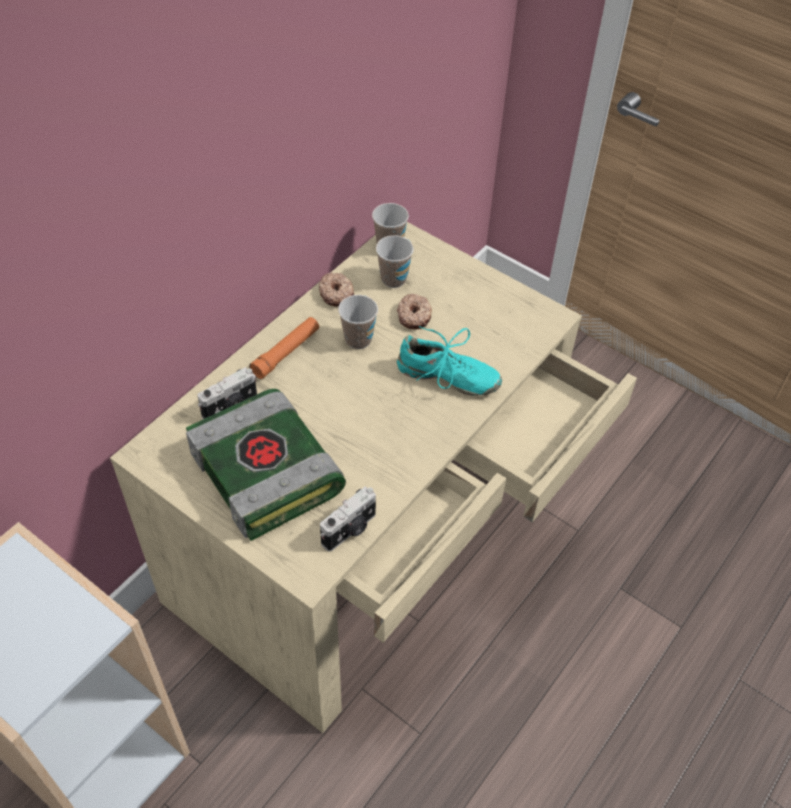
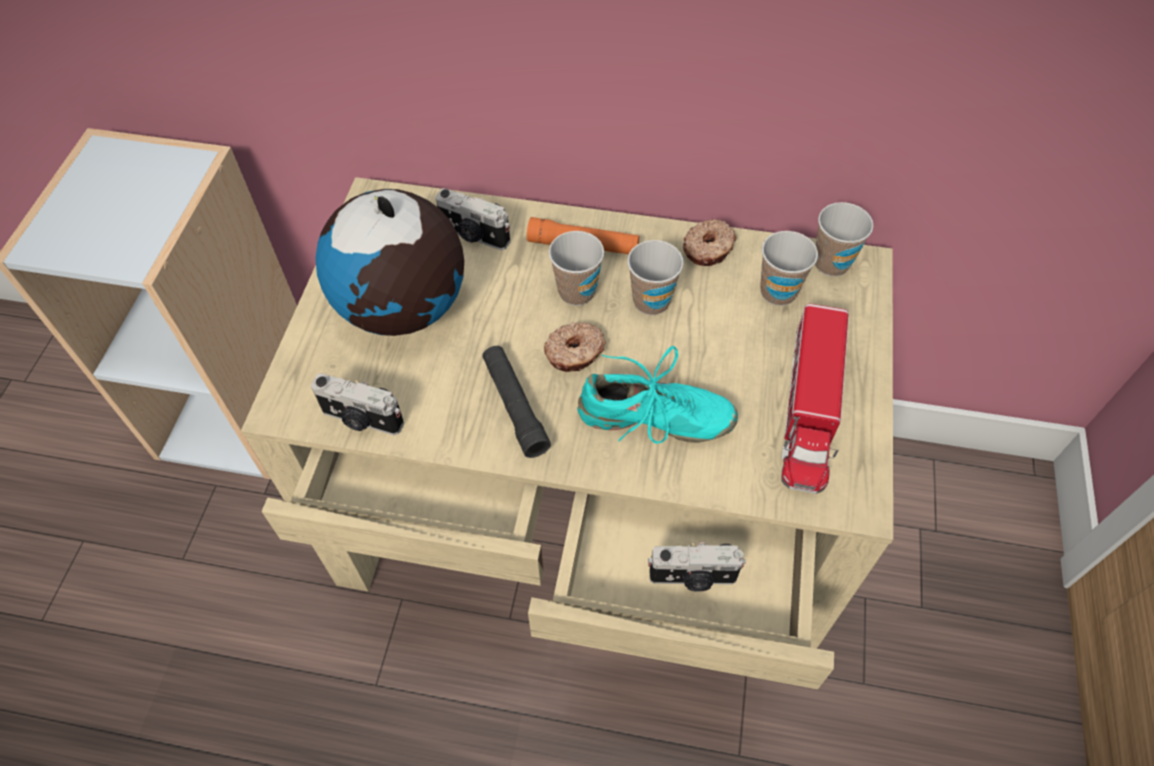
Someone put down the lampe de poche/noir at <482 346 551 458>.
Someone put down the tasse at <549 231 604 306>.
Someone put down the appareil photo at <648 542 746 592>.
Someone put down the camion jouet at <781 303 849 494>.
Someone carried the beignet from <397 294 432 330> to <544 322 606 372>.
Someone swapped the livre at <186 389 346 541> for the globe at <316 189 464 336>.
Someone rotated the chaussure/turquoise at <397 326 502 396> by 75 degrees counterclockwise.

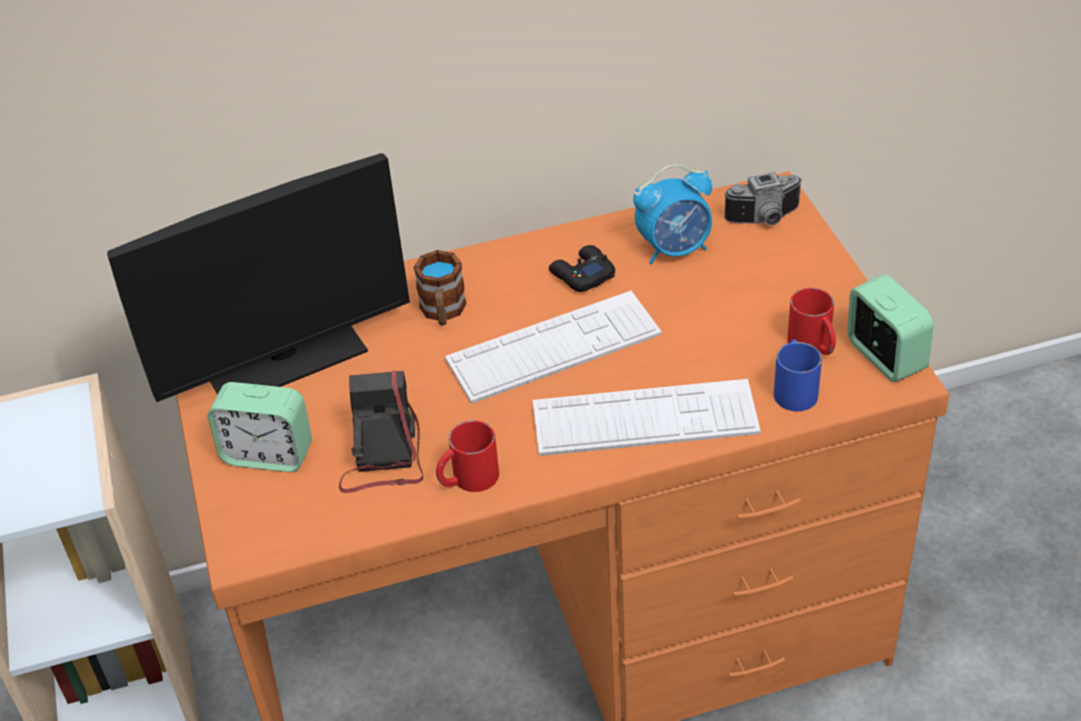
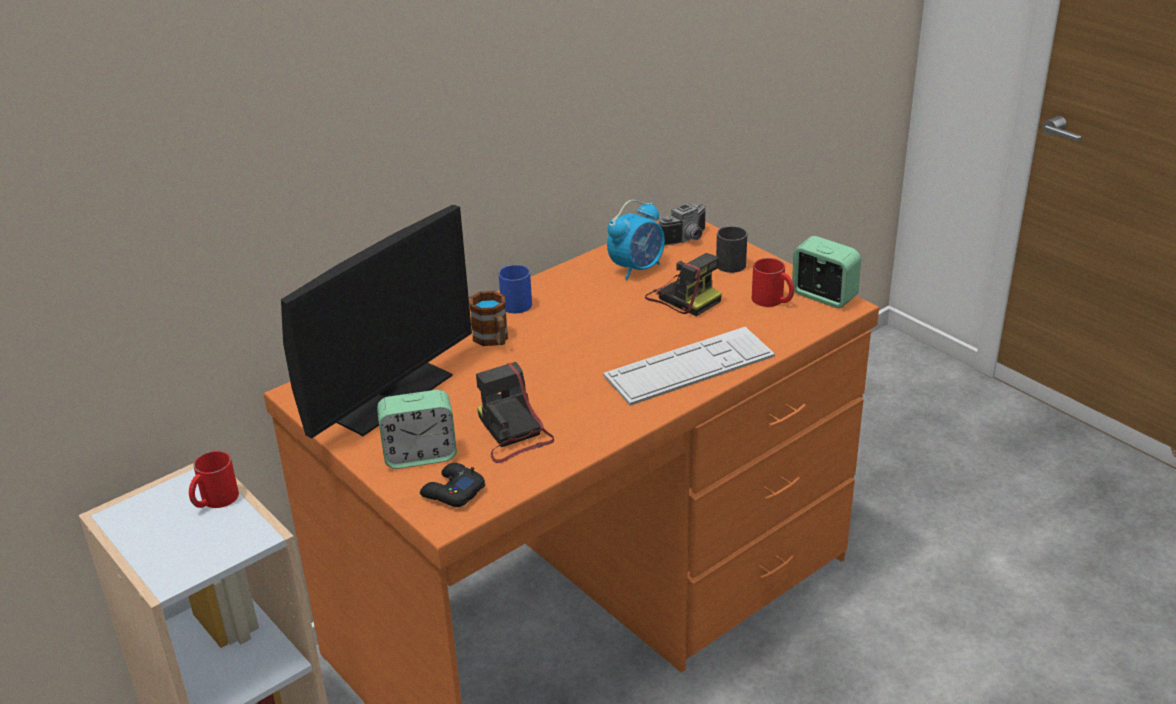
Someone took away the clavier at <445 291 662 404>.
Someone put down the appareil photo at <645 253 722 316>.
Someone put down the mug/noir at <716 226 747 273>.
Someone carried the mug/rouge from <436 420 499 492> to <189 451 239 508>.
Someone carried the manette/noir from <549 245 615 292> to <420 463 485 507>.
Someone carried the mug/bleu from <774 339 822 411> to <498 265 532 313>.

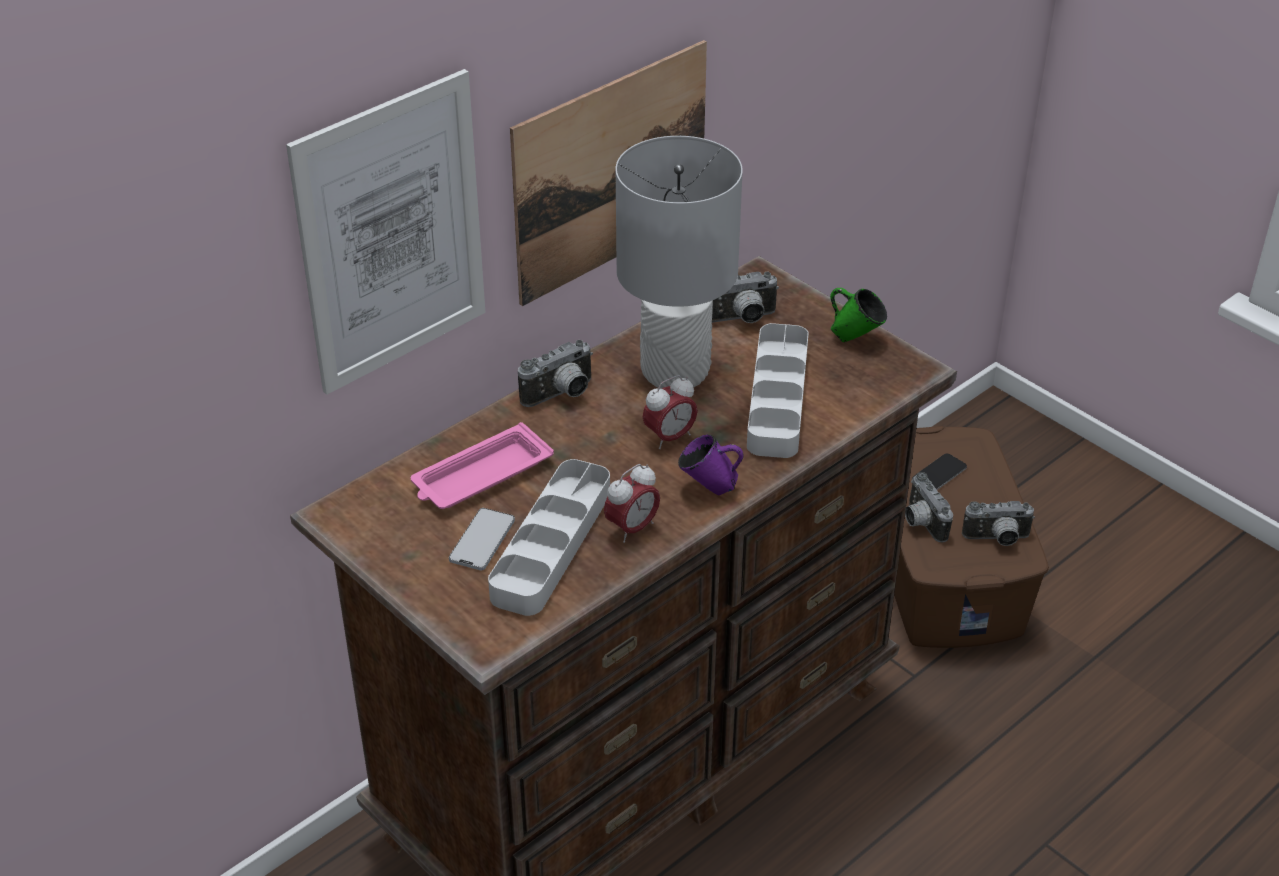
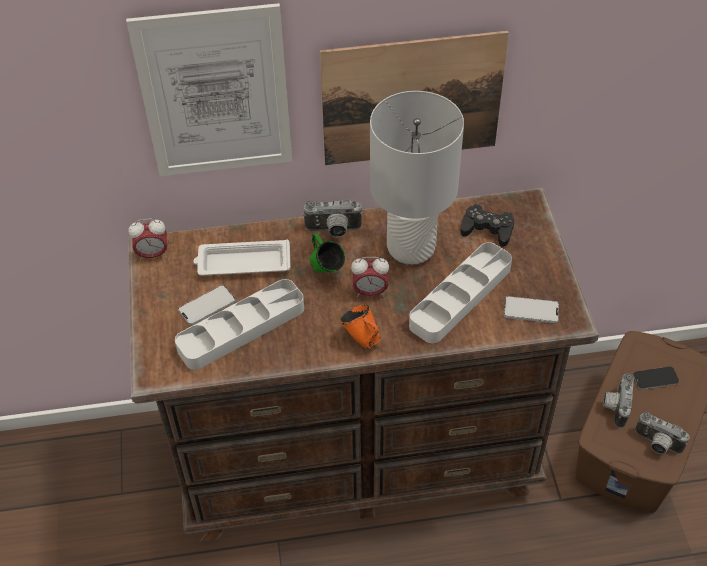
Someone put down the téléphone at <504 296 559 323>.
Someone carried the réveil from <604 464 660 543> to <128 218 167 261>.
Someone carried the mug/vert from <830 288 887 342> to <309 233 345 272>.
Someone swapped the appareil photo at <712 272 779 323> for the manette/noir at <461 204 514 247>.
Someone repainted the plateau/rose at <410 422 554 509>, which became the plateau/blanc at <193 239 291 276>.
Someone repainted the mug/violet at <678 434 743 496>, which became the mug/orange at <340 304 381 349>.

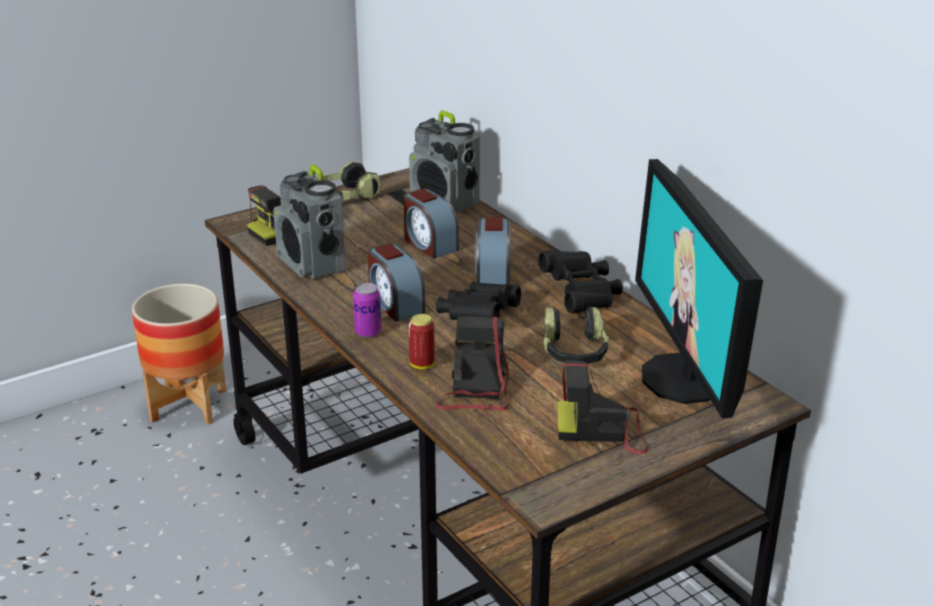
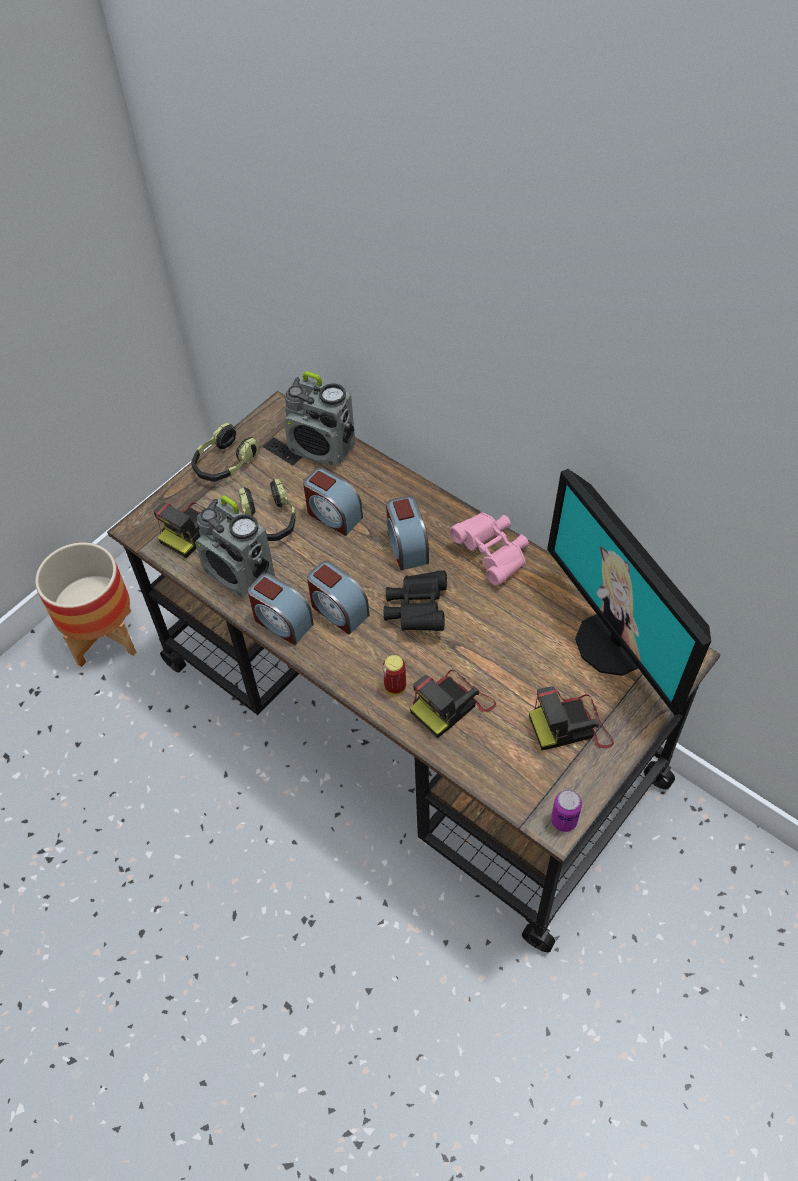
Someone put down the réveil at <248 573 314 645>.
Someone carried the boîte métallique from <353 283 382 338> to <551 789 582 832>.
Someone carried the casque audio from <544 307 609 364> to <239 479 296 541>.
Someone repainted the jumelles/noir at <538 250 623 313>, which became the jumelles/rose at <450 512 529 586>.
Someone rotated the appareil photo at <436 316 509 410> by 120 degrees counterclockwise.

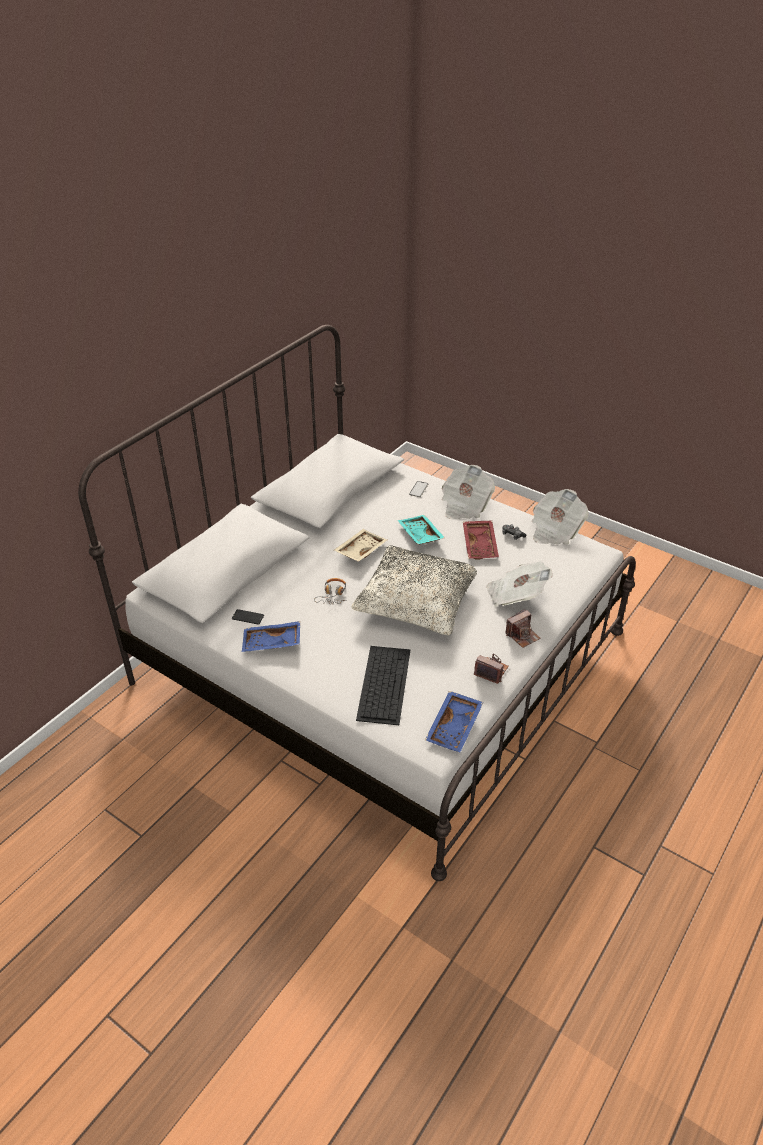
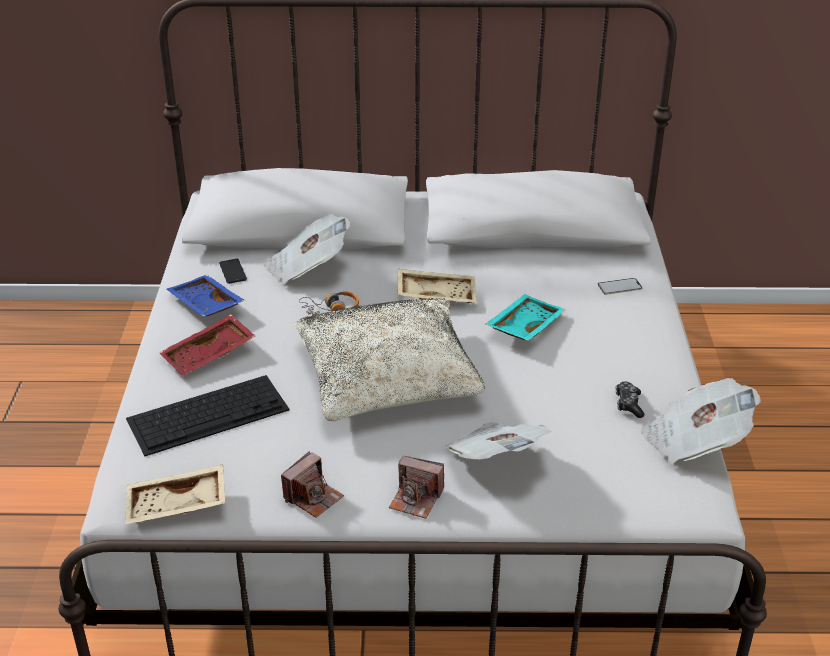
Someone carried the journal from <442 465 495 520> to <264 214 351 284>.
Someone carried the plateau/rouge from <463 520 499 559> to <159 314 255 376>.
Someone repainted the plateau/bleu at <425 691 484 752>, which became the plateau/beige at <125 464 225 524>.
Someone rotated the appareil photo at <474 654 509 684> by 45 degrees clockwise.

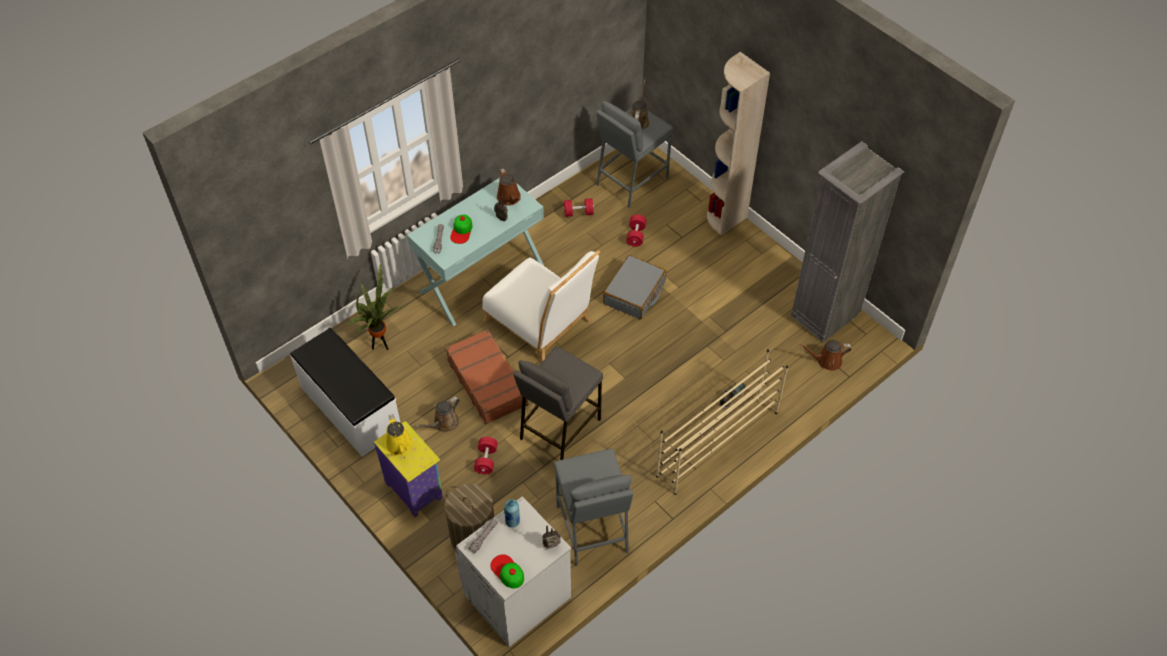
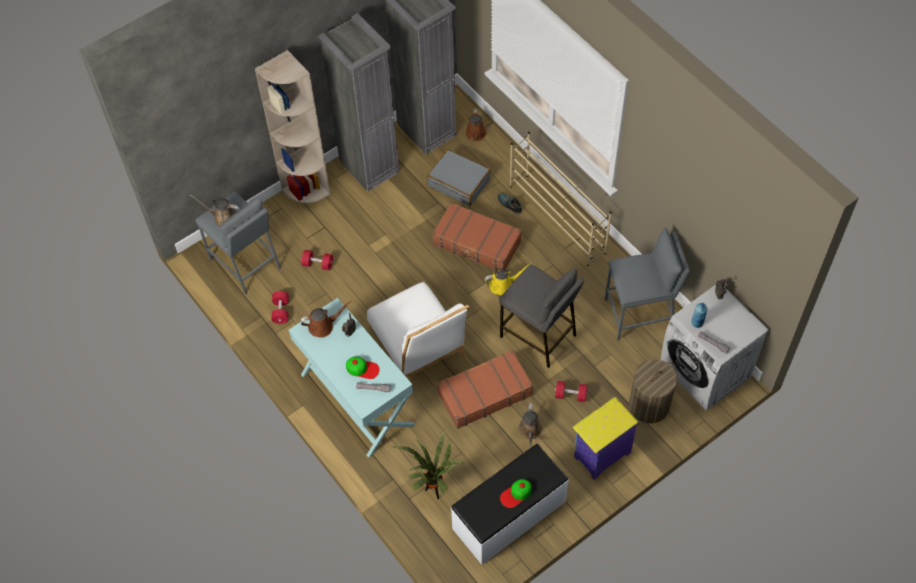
Someone put down the meuble de rangement/gris at <317 13 399 192>.
Someone put down the valise/marron at <432 202 522 271>.
Someone carried the arrosoir/jaune from <385 414 413 459> to <484 263 532 295>.
Someone carried the casquette from <490 554 524 588> to <500 479 532 508>.
Someone carried the valise/gris from <603 255 666 319> to <427 149 491 206>.
Someone rotated the arrosoir/marron at <415 396 460 432> by 45 degrees clockwise.
Someone rotated the chaise/blanc at <482 250 600 363> by 105 degrees clockwise.

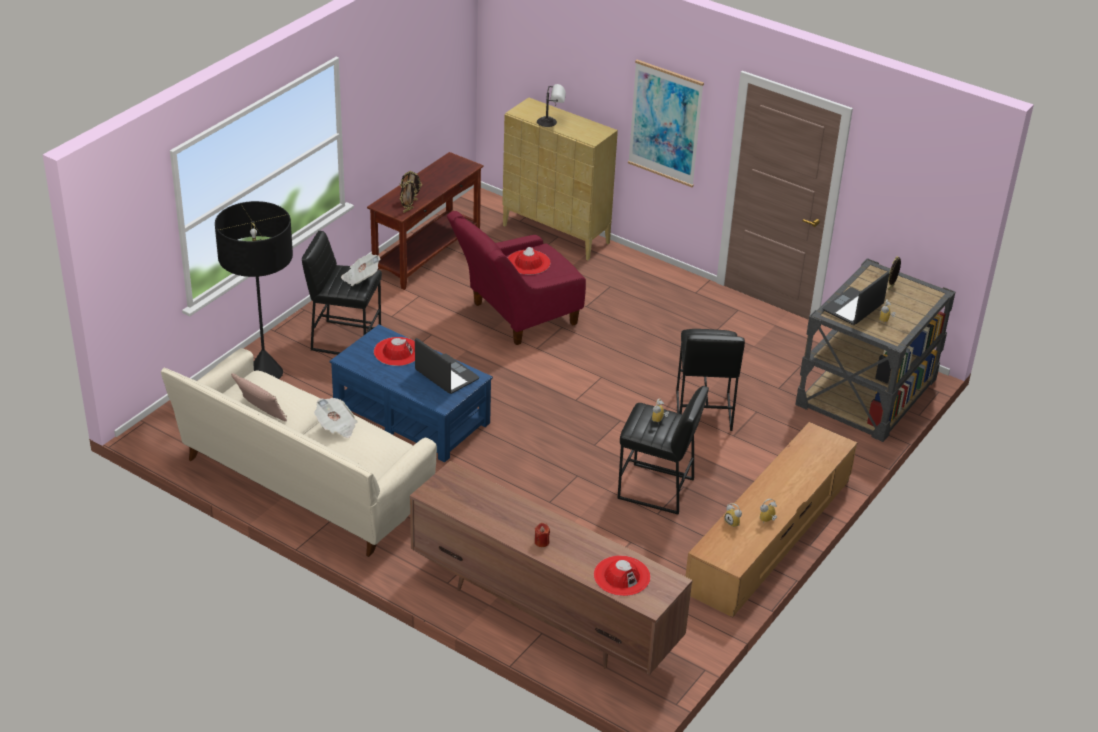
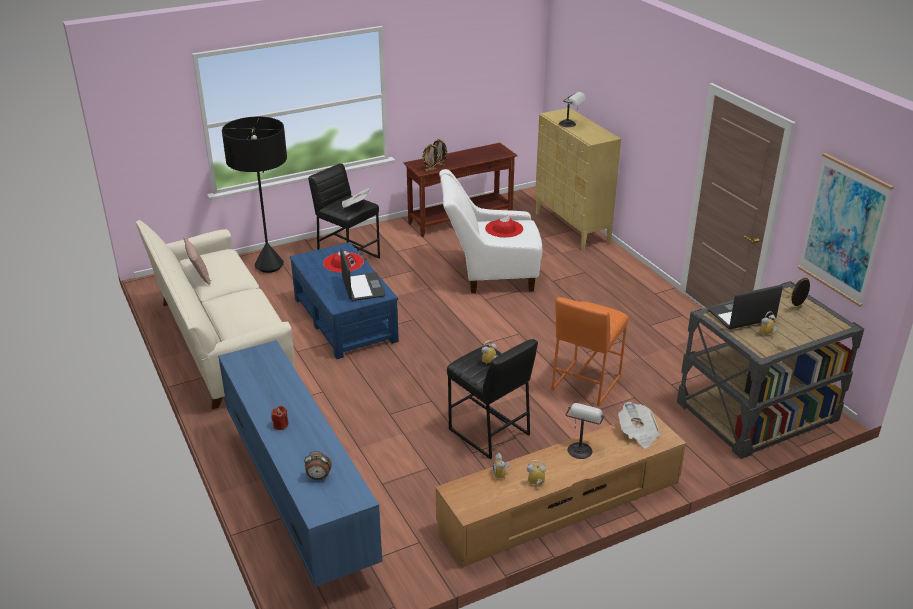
Someone put down the lampe de table at <565 403 605 459>.
Someone carried the journal from <314 398 358 438> to <618 402 660 448>.
Someone carried the tableau from <628 60 704 187> to <798 153 894 307>.
Someone swapped the chapeau/rouge at <594 555 651 596> for the réveil at <304 451 332 480>.
Someone repainted the meuble de rangement/marron at <410 461 692 674>, which became the meuble de rangement/bleu at <218 340 382 587>.
Someone repainted the fauteuil/rouge at <447 211 586 345>, which became the fauteuil/blanc at <439 169 542 294>.
Someone repainted the tabouret/noir at <676 329 745 431>, which became the tabouret/orange at <551 297 629 406>.

